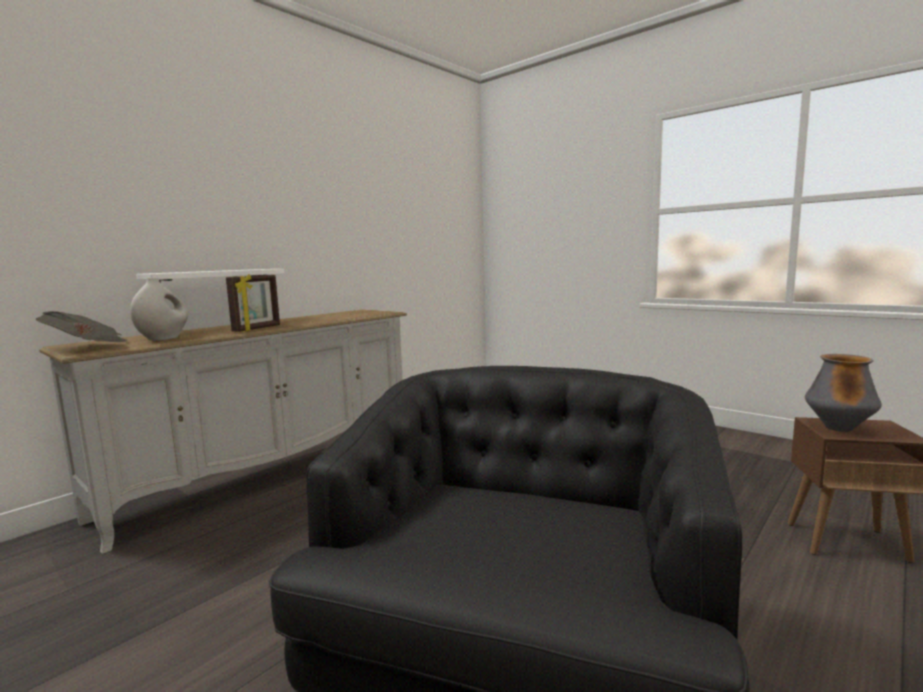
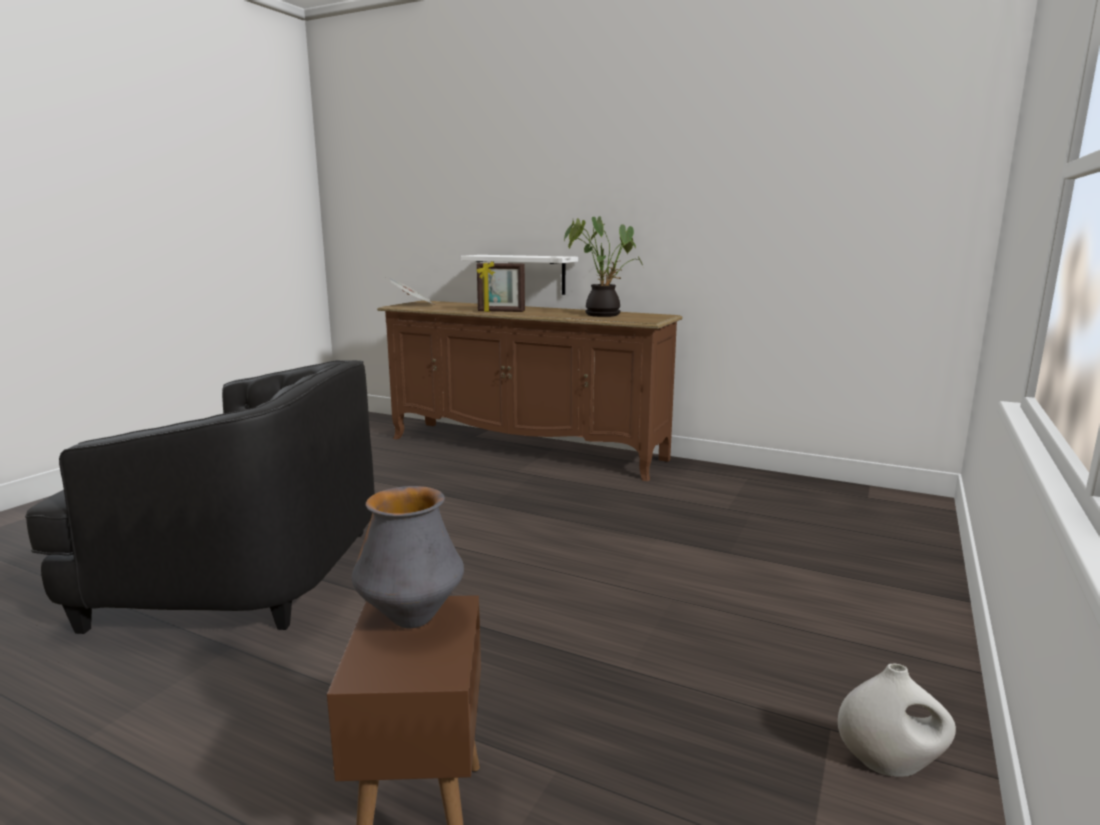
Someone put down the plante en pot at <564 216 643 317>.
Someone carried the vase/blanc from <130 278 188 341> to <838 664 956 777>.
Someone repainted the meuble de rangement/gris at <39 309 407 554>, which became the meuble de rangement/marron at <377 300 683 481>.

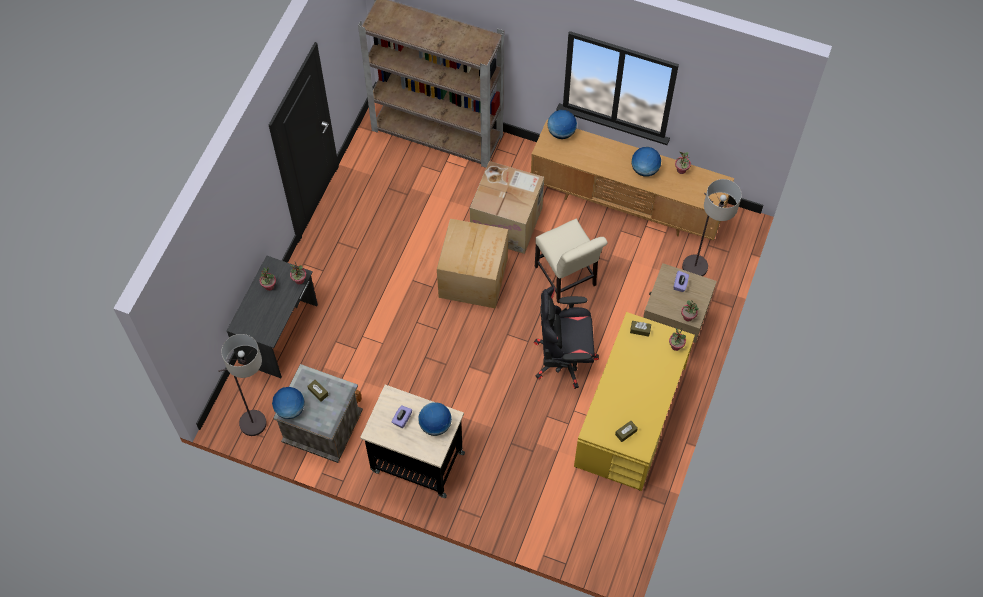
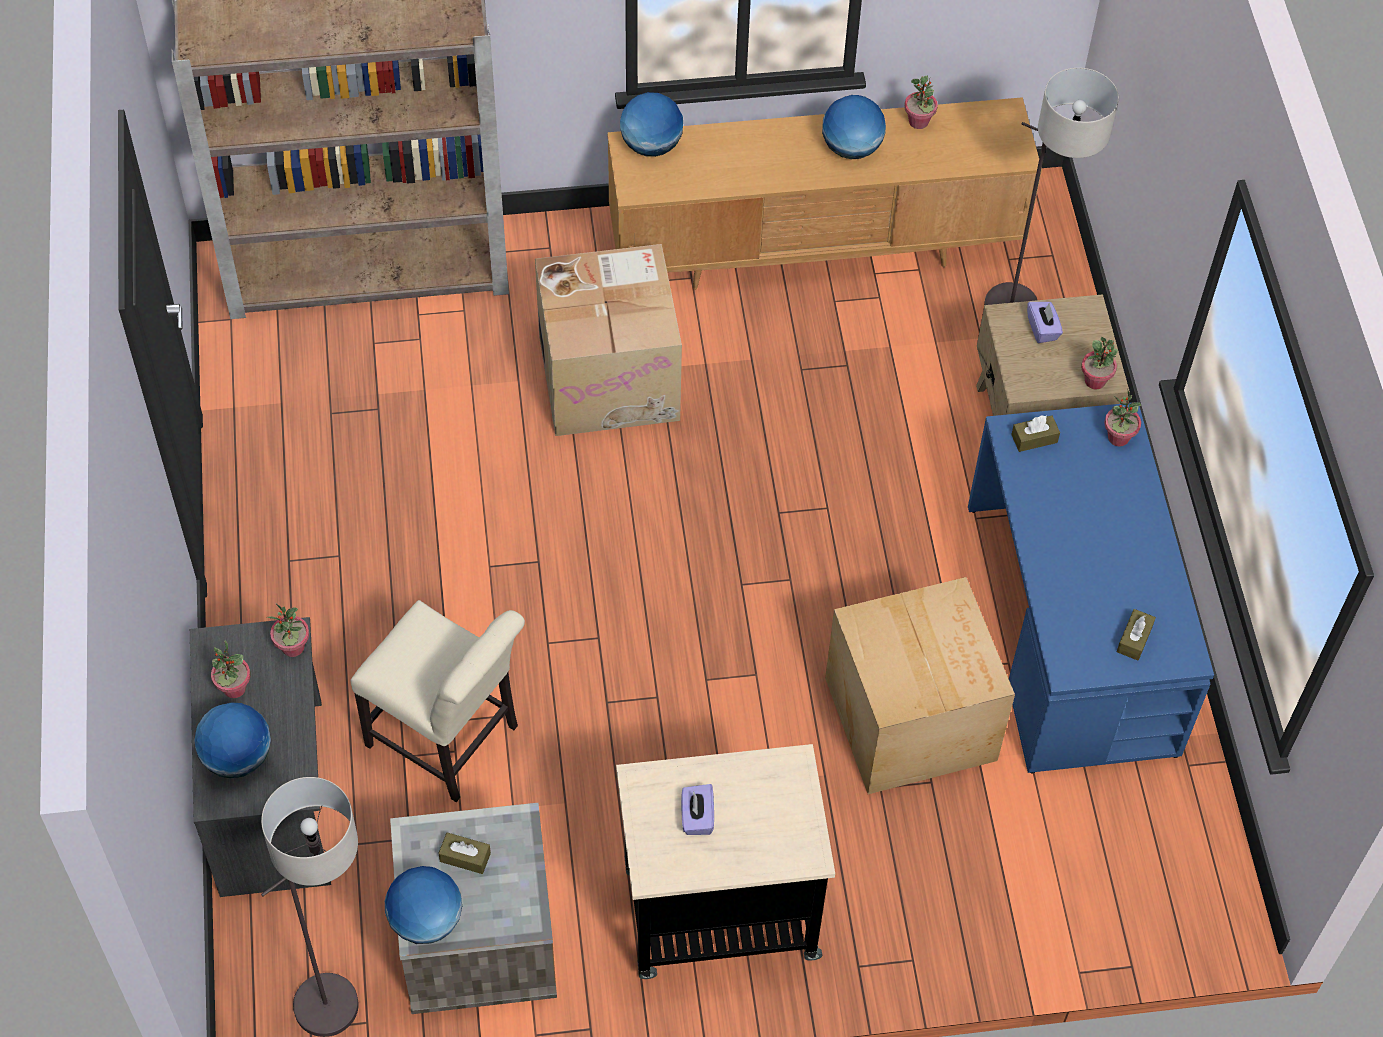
Someone took away the chaise de bureau/noir at <534 286 599 389>.
Someone carried the globe from <418 402 452 436> to <194 702 271 778>.
Someone carried the carton from <437 219 508 309> to <825 577 1015 794>.
Someone carried the chaise/beige from <535 219 607 303> to <351 600 525 802>.
Someone repainted the bureau/jaune at <574 312 695 491>, which became the bureau/bleu at <968 403 1214 774>.

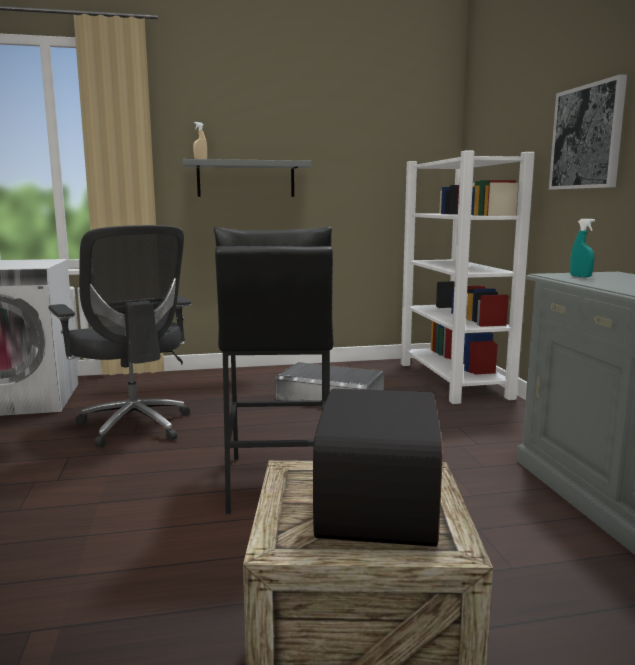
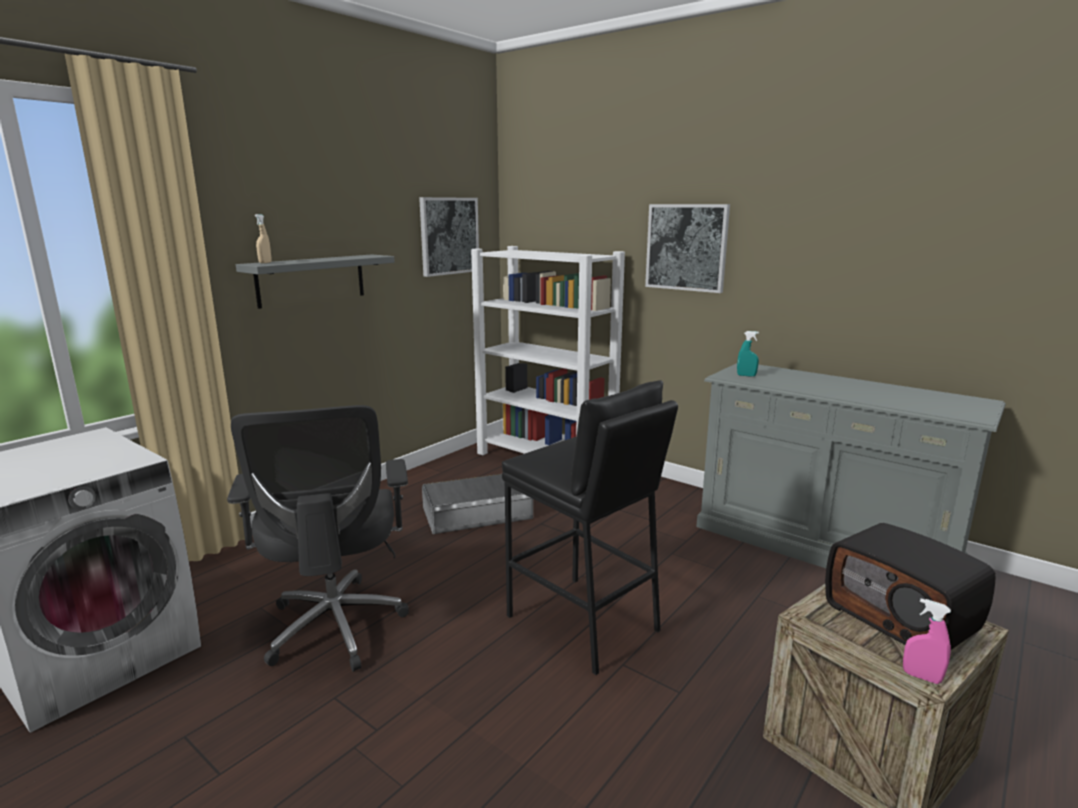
Someone put up the tableau at <419 197 479 277>.
Someone put down the vaporisateur/rose at <903 598 951 684>.
Someone rotated the chaise de bureau at <49 225 191 447> by 60 degrees clockwise.

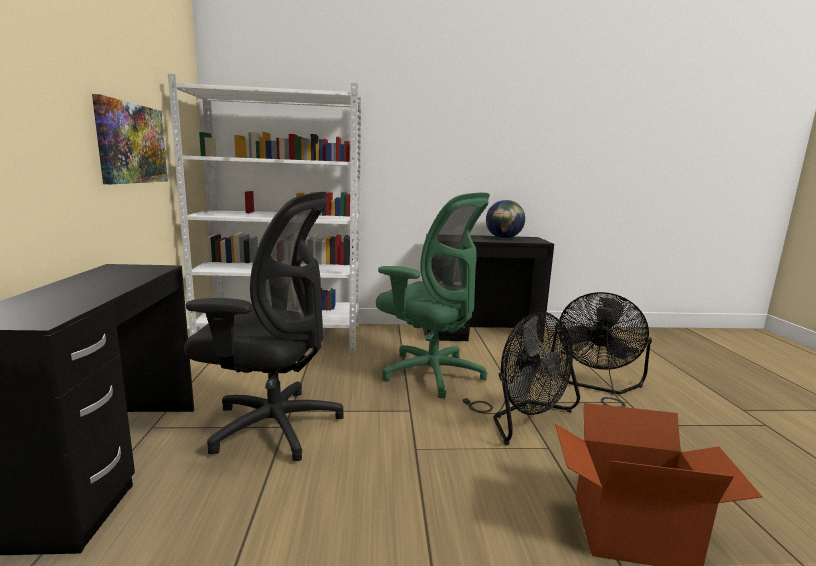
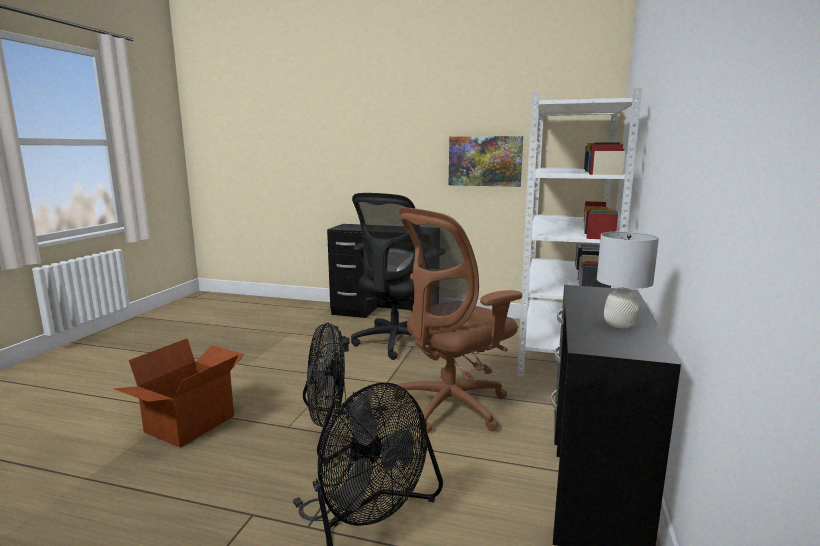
Someone swapped the globe at <486 200 525 239> for the lampe de table/gris at <597 232 659 329>.
Someone repainted the chaise de bureau/vert at <376 193 490 399>, which became the chaise de bureau/marron at <394 207 522 433>.

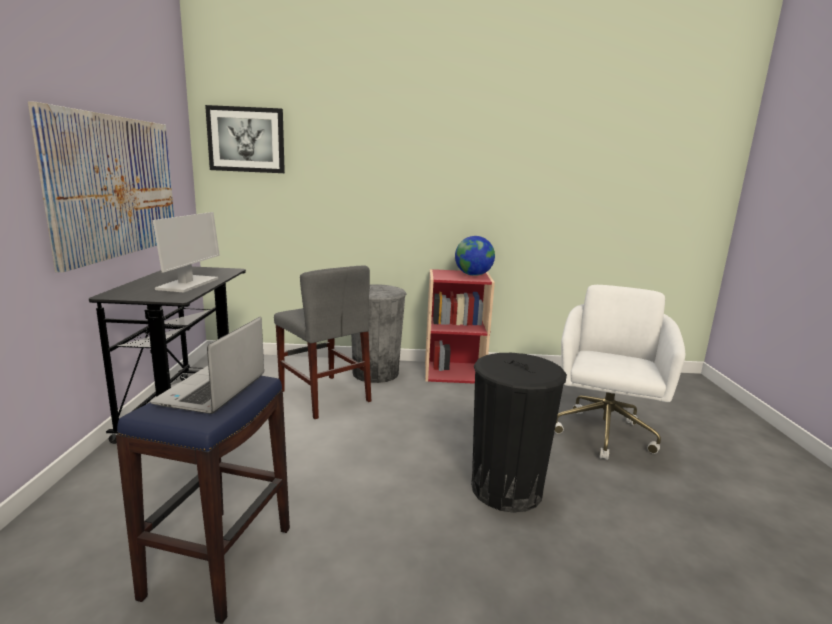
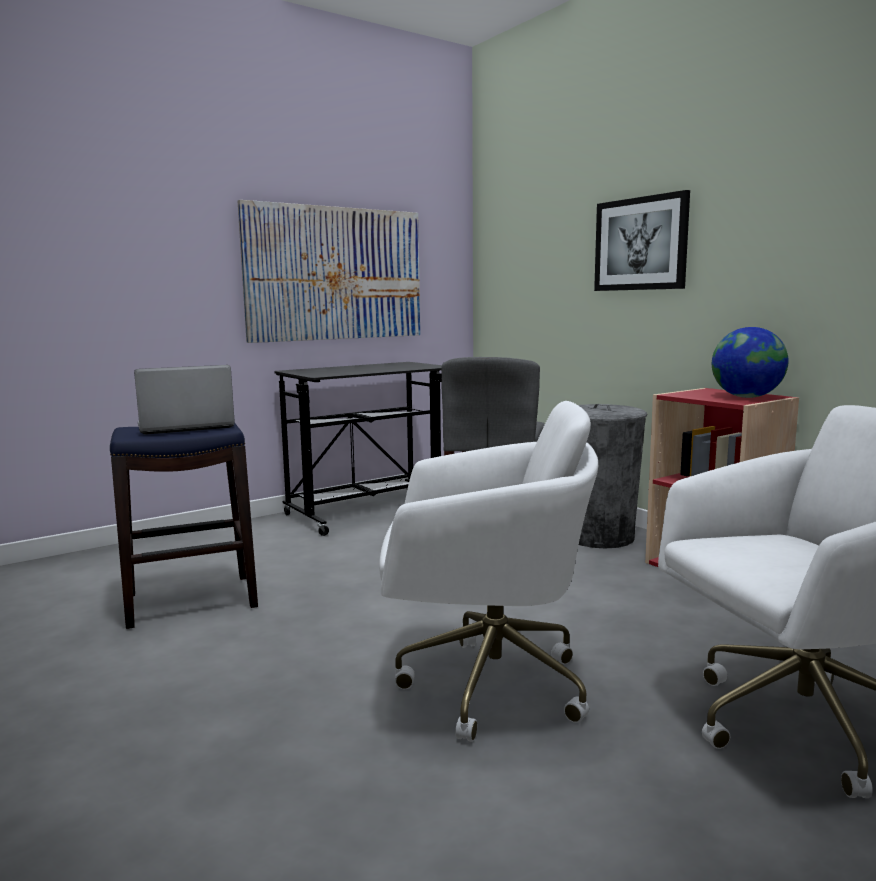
Someone took away the écran d'ordinateur at <153 212 220 292>.
Someone carried the tableau from <205 105 285 173> to <594 190 690 291>.
Someone swapped the poubelle/noir at <471 353 567 513> for the chaise de bureau/blanc at <379 401 598 742>.

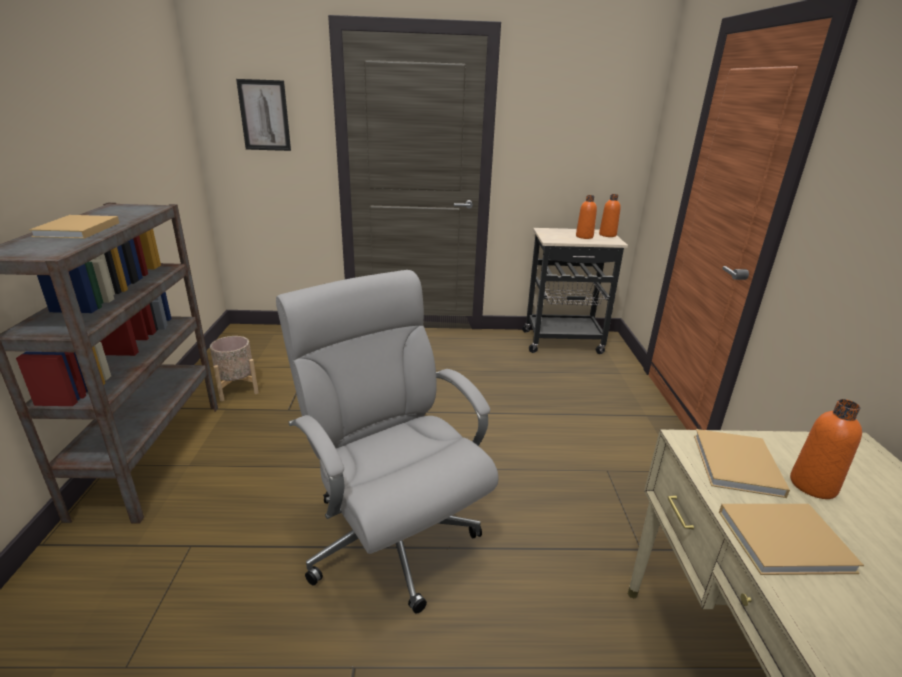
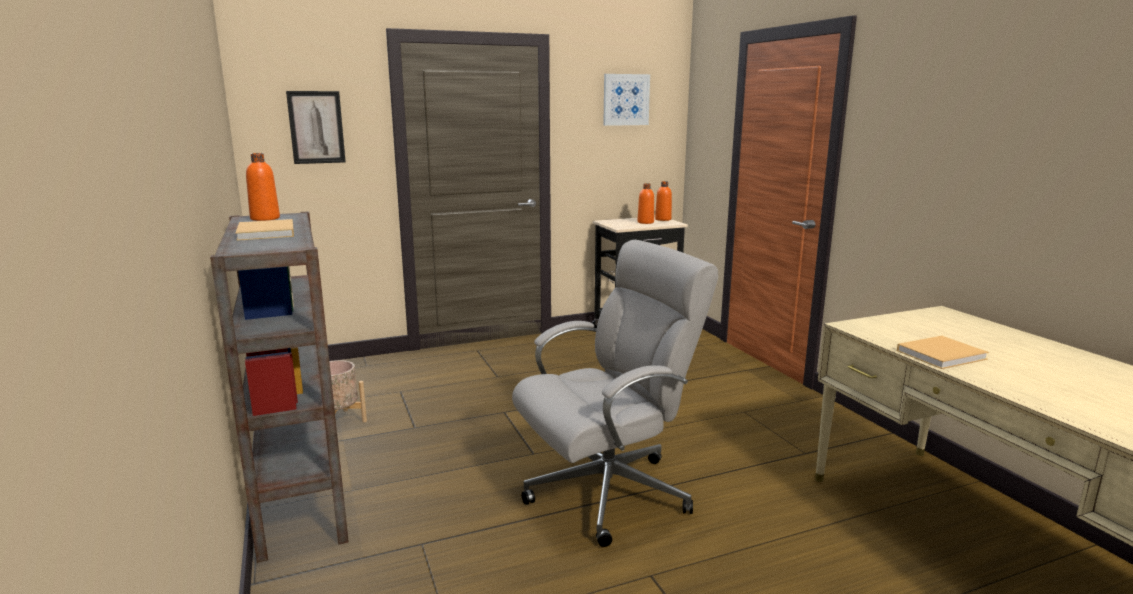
Someone took away the livre/beige at <694 429 790 498>.
Someone put up the tableau at <603 74 650 126>.
Someone carried the bouteille/orange from <790 399 862 499> to <246 153 280 221>.
Someone rotated the chaise de bureau/gris at <276 270 498 614> by 120 degrees clockwise.

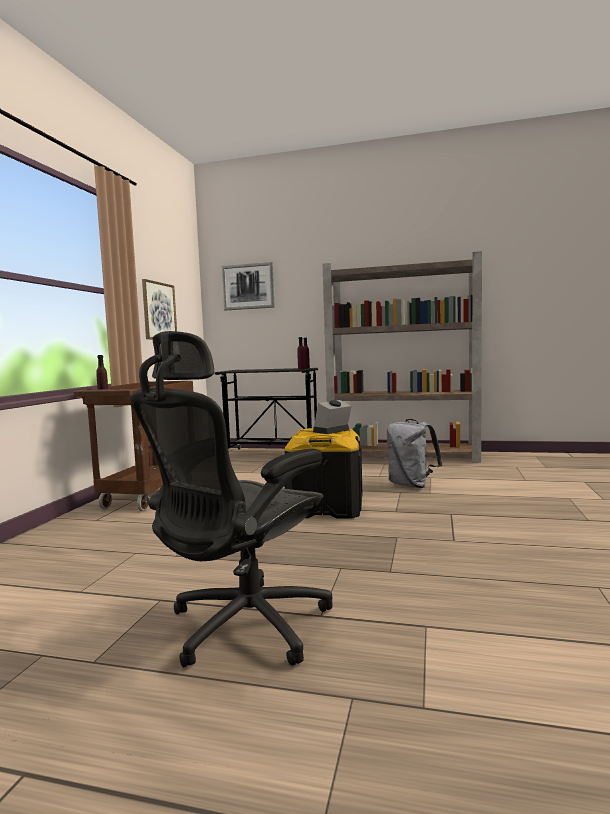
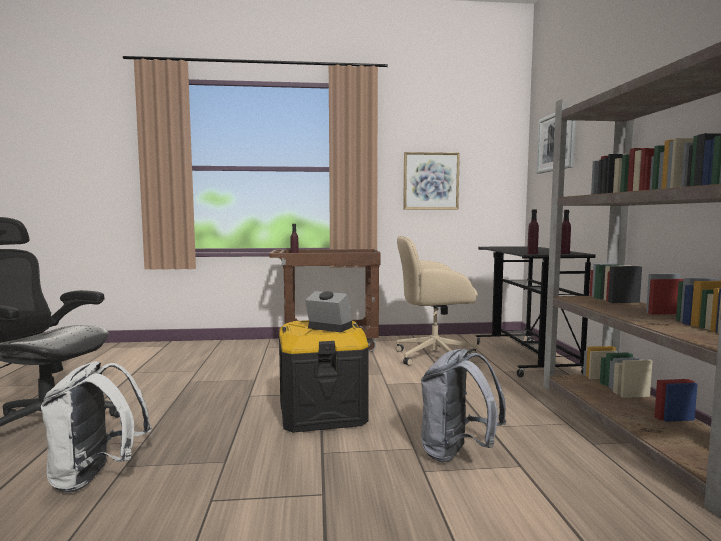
Someone put down the sac à dos/blanc at <41 361 152 493>.
Someone put down the chaise de bureau/beige at <396 236 478 366>.

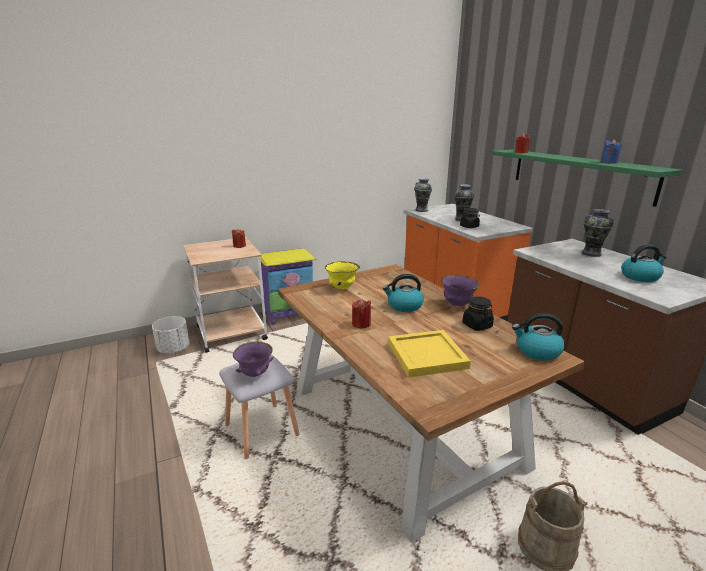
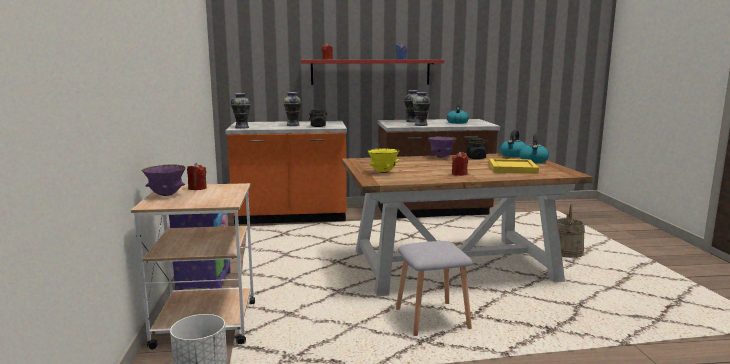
Someone put down the vase at <412 92 431 126>.
Someone carried the bol/violet from <233 341 274 377> to <142 164 186 196>.
Someone carried the bouilloire from <383 274 424 312> to <519 134 549 163>.
Someone repainted the étagère/vert at <492 150 683 207>, which became the étagère/rouge at <301 60 444 85>.

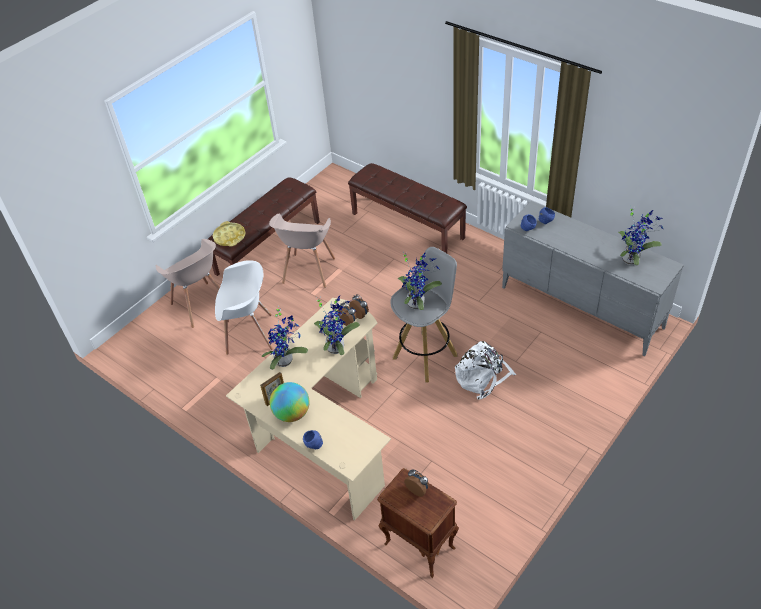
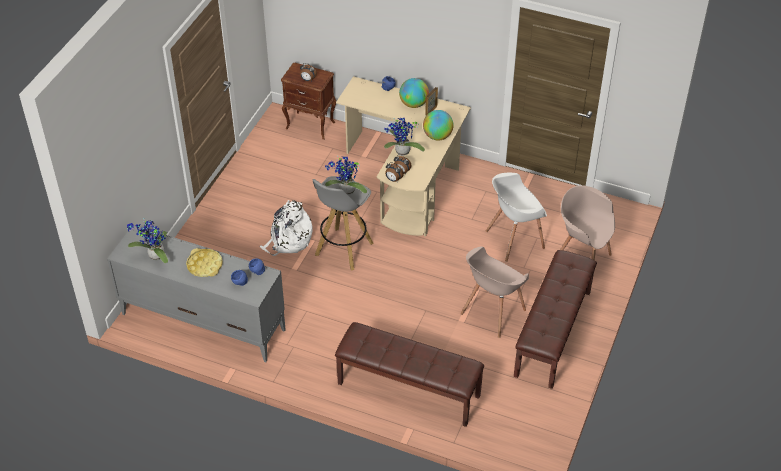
Someone carried the plateau/jaune from <213 221 246 246> to <186 248 223 277>.
Someone swapped the plante en pot at <262 308 308 370> for the globe at <423 110 454 140>.
Someone rotated the chaise/beige at <269 214 335 288> by 135 degrees counterclockwise.

